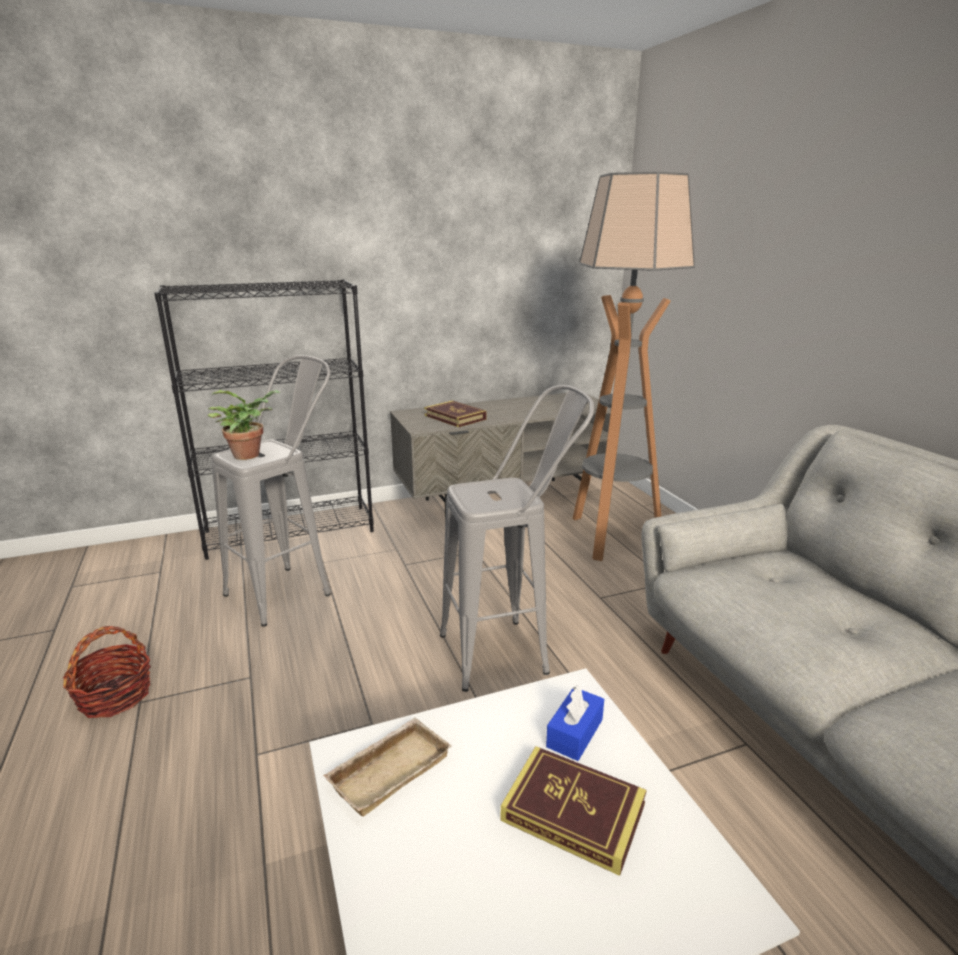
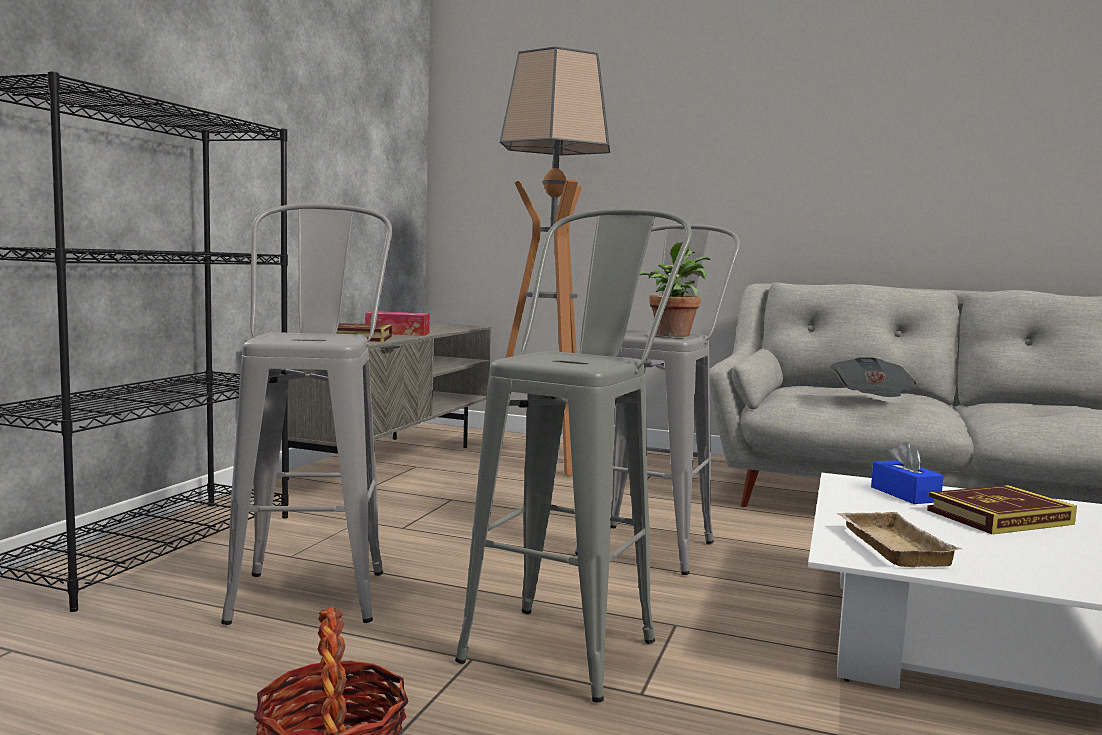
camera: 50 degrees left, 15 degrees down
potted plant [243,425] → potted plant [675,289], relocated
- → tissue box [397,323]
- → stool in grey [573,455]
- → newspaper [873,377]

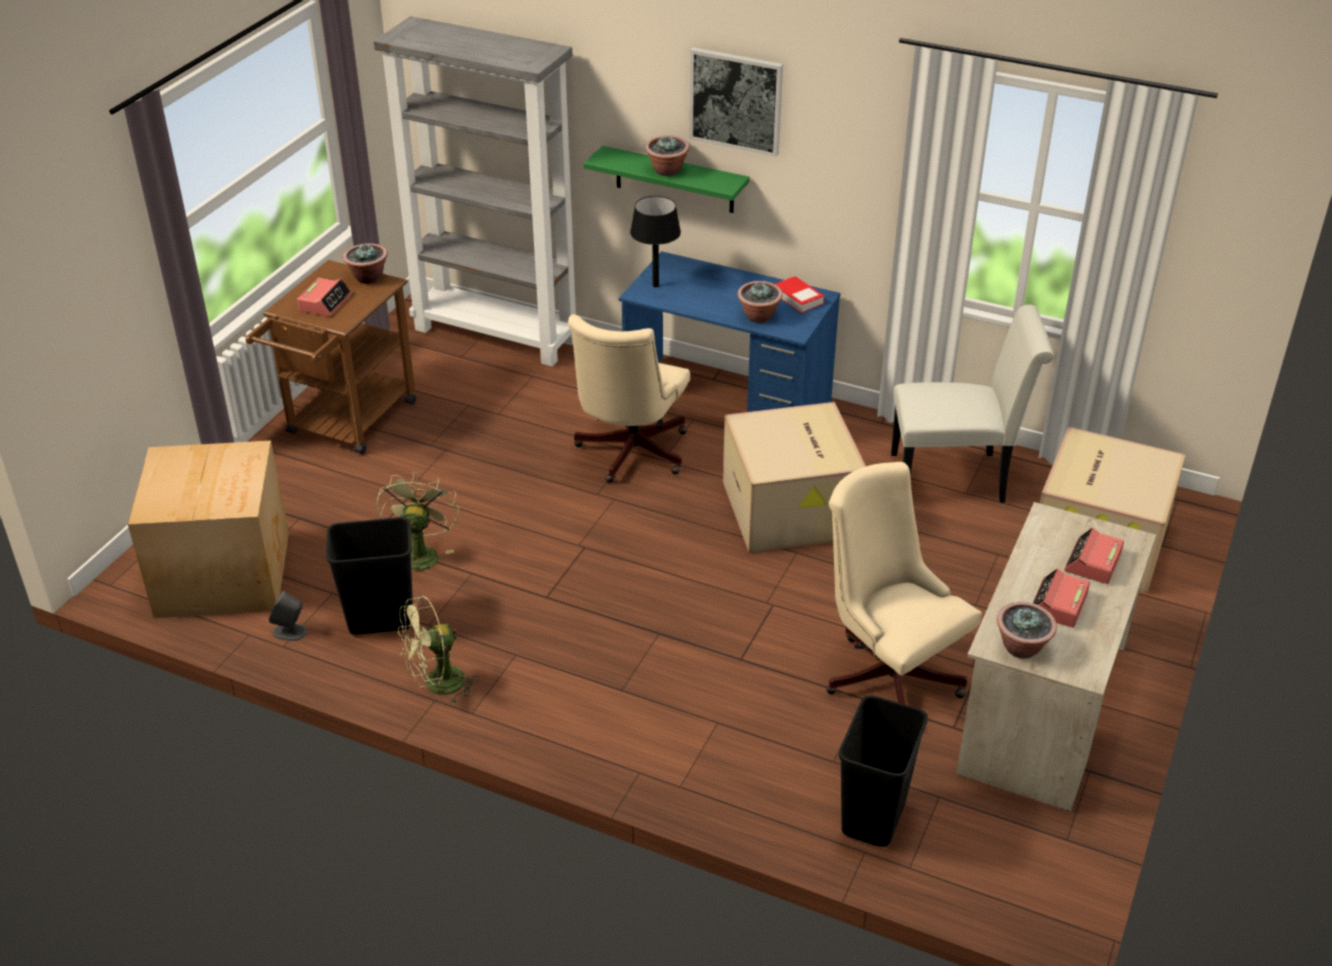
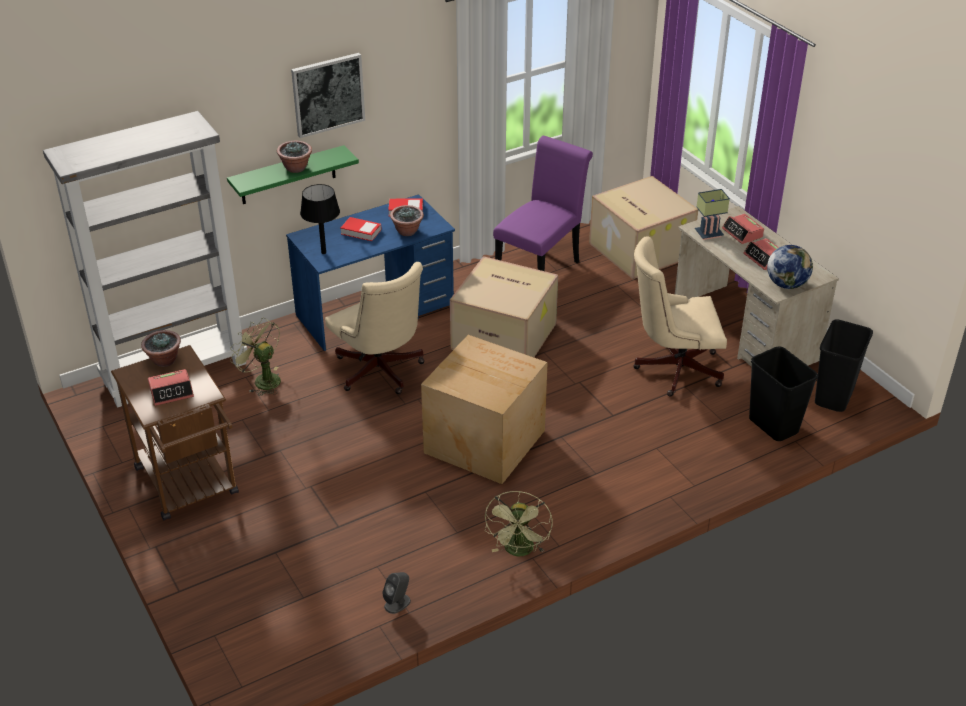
camera: 55 degrees left, 0 degrees up
cardboard box [208,529] → cardboard box [484,409], relocated
alarm clock [324,297] → alarm clock [171,387], 105 degrees clockwise
trash can in black [369,576] → trash can in black [844,366], relocated
fan in green [417,520] → fan in green [255,357], relocated
chair in white [972,404] → chair in purple [543,203]
potted plant [1027,630] → globe [790,267]
- → book [361,229]
- → table lamp [712,214]

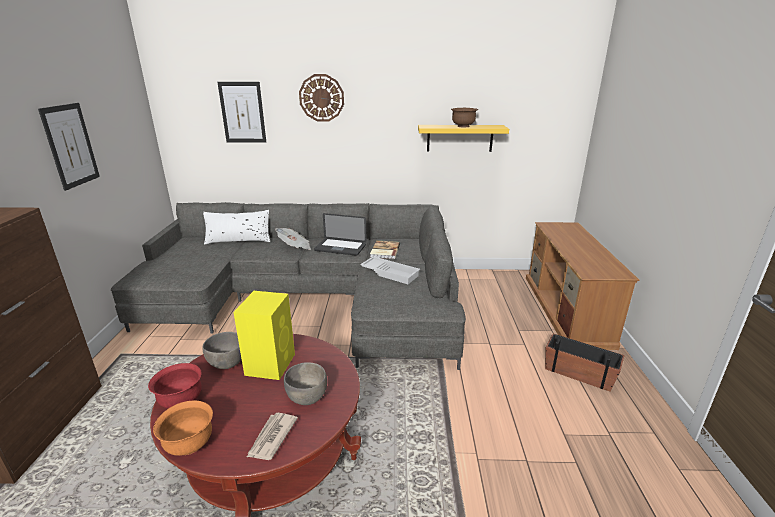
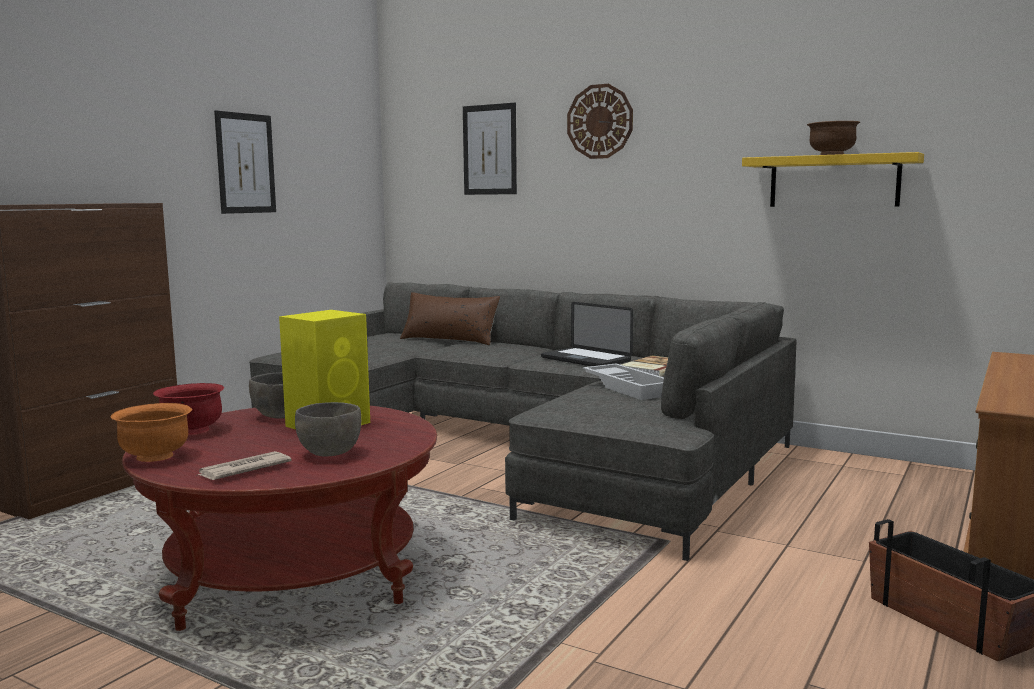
camera: 30 degrees right, 15 degrees down
pillow in white [236,227] → pillow in brown [450,318]
newspaper [293,239] → -

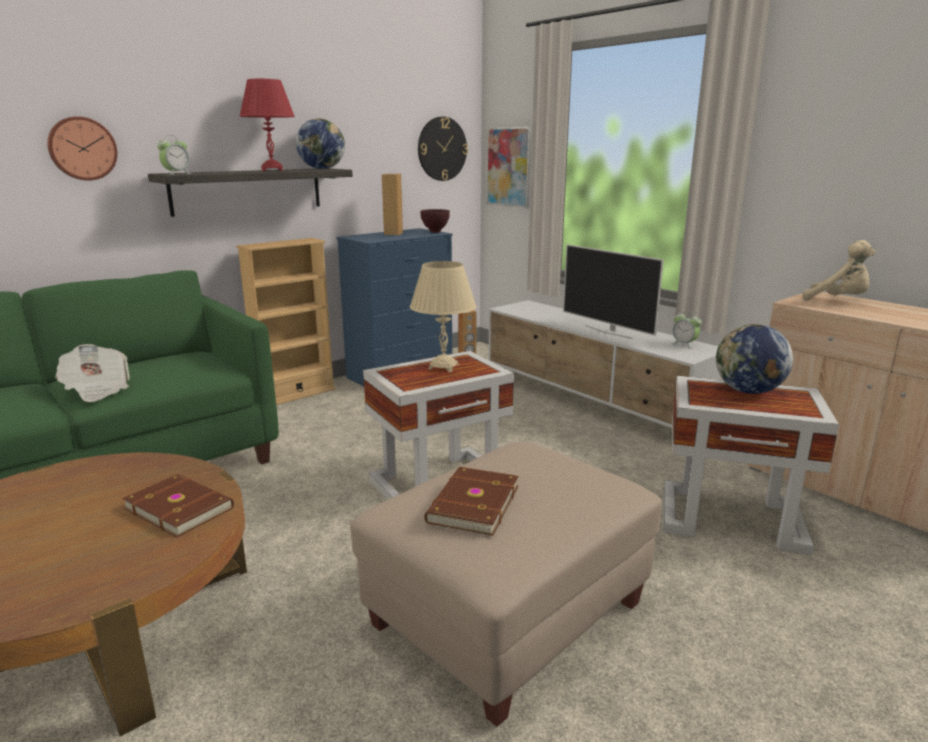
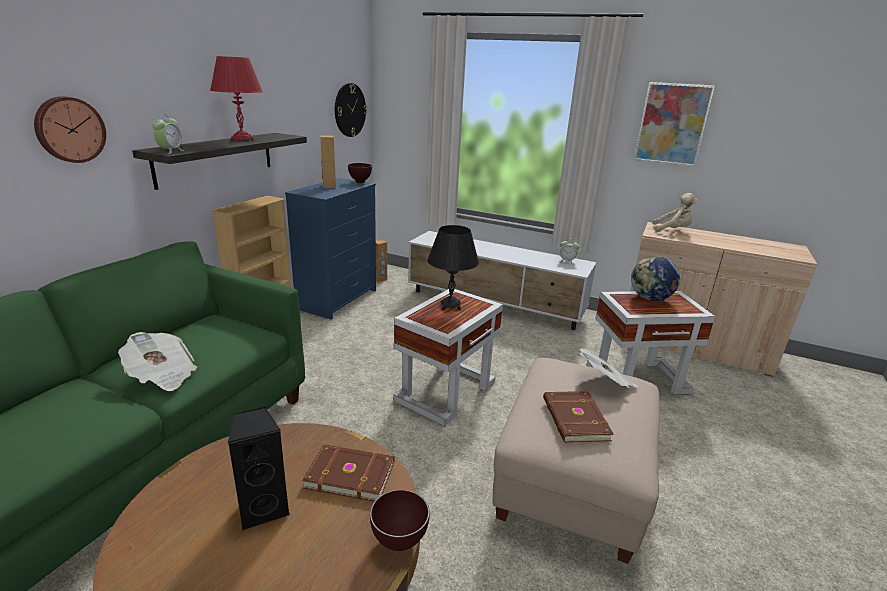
camera: 25 degrees left, 5 degrees up
globe [320,144] → -
table lamp in beige [443,316] → table lamp in black [453,267]
picture [509,167] → picture [674,124], relocated
television [613,291] → -
- → speaker in black [259,468]
- → bowl in brown [400,520]
- → newspaper [608,368]

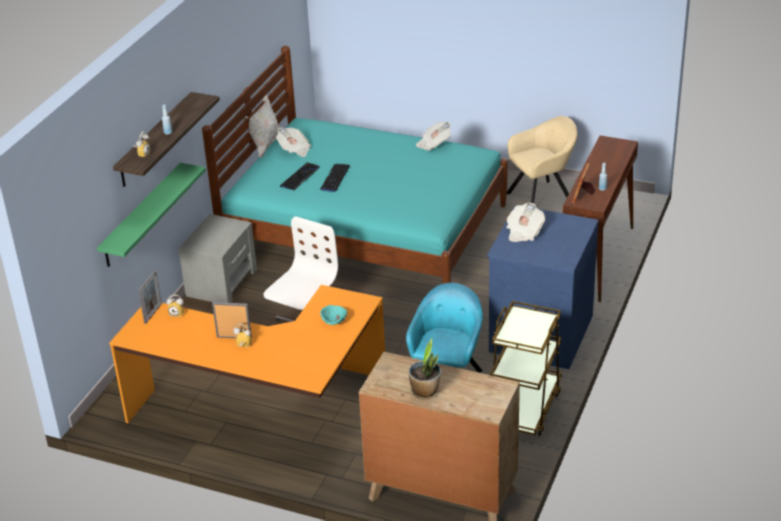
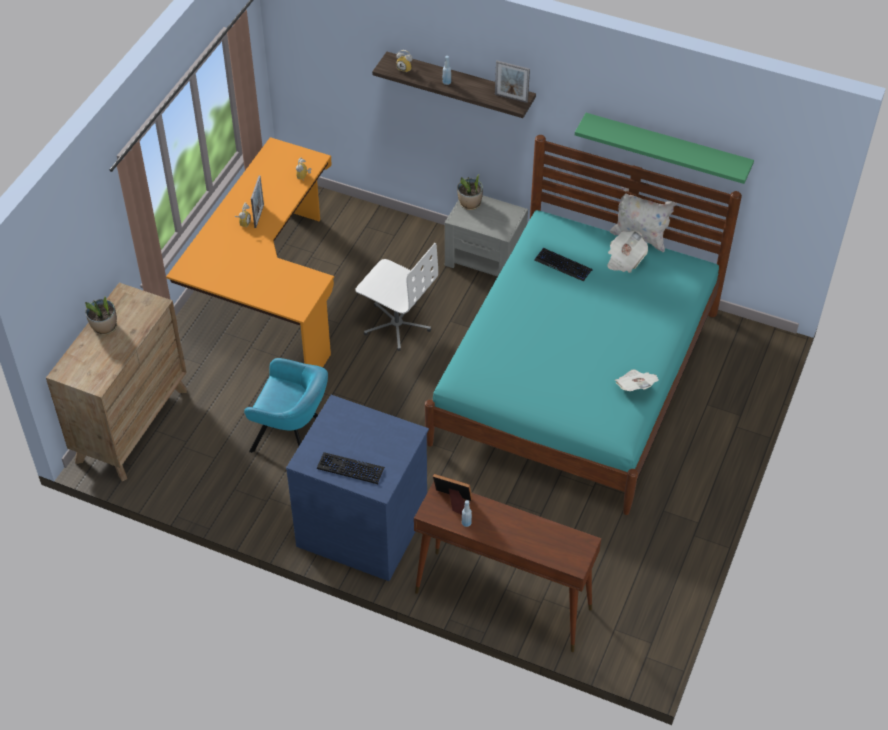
camera: 90 degrees right, 15 degrees up
shelf in green [151,215] → shelf in green [664,148], relocated
picture frame [150,297] → picture frame [512,82], relocated
keyboard [335,178] → keyboard [351,468], relocated
bowl in turquoise [333,315] → -
cart in brown [526,368] → -
newspaper [525,222] → -
armchair in beige [542,159] → -
- → potted plant [470,192]

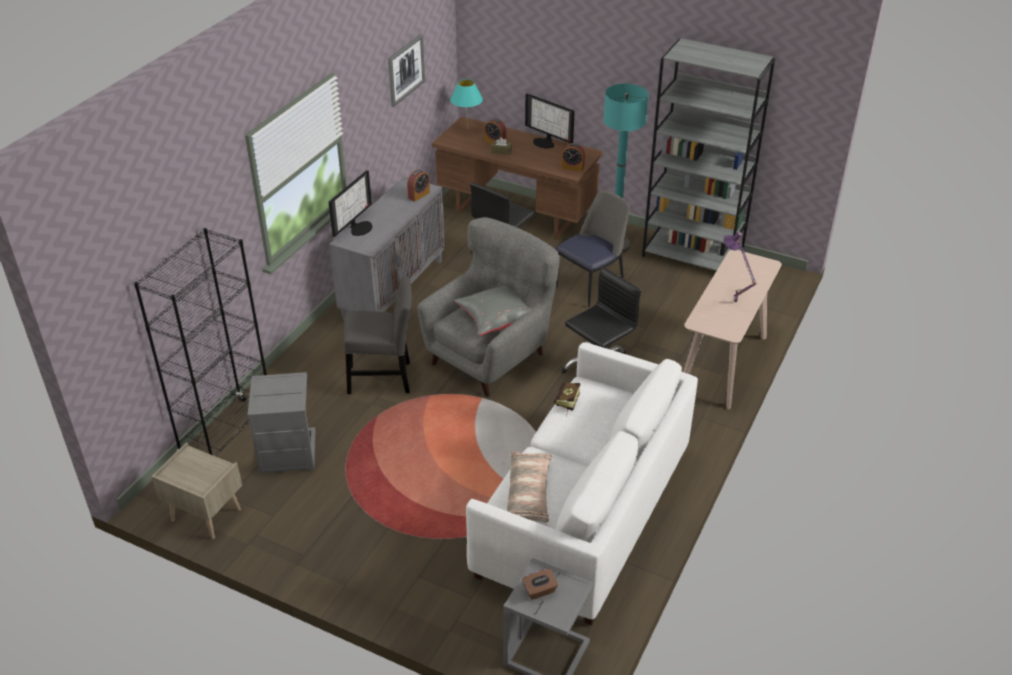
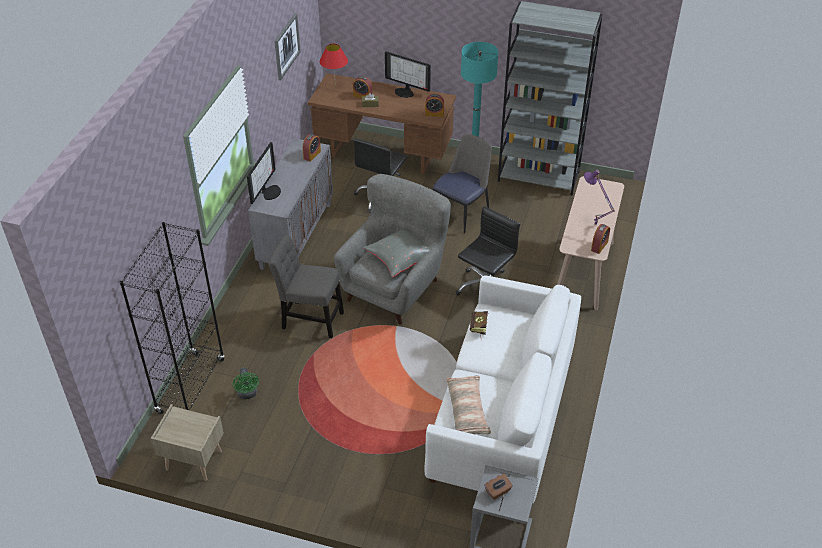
camera: 10 degrees left, 5 degrees up
side table in grey [282,422] → fan in green [246,383]
chair in grey [378,335] → chair in grey [306,286], 150 degrees counterclockwise
table lamp in turquoise [466,104] → table lamp in red [334,65]
- → alarm clock [600,239]

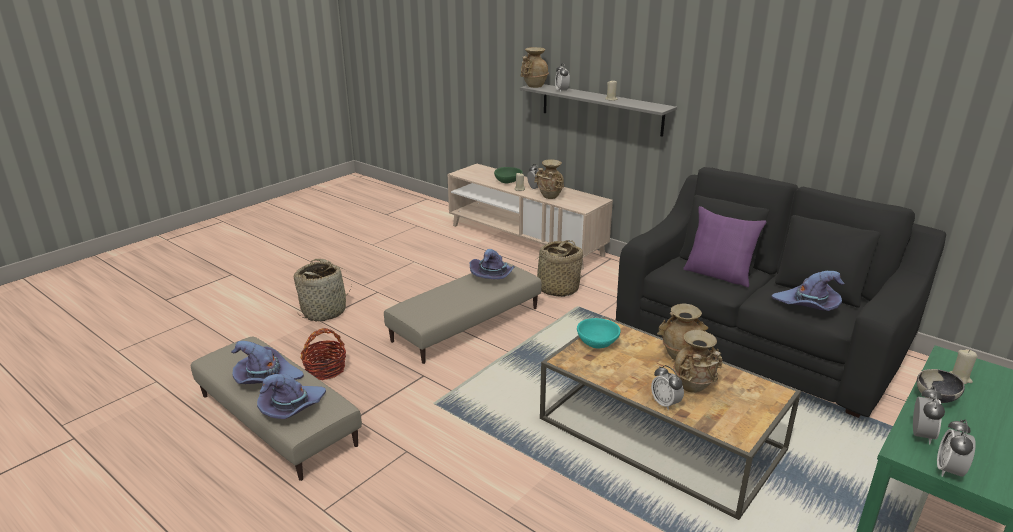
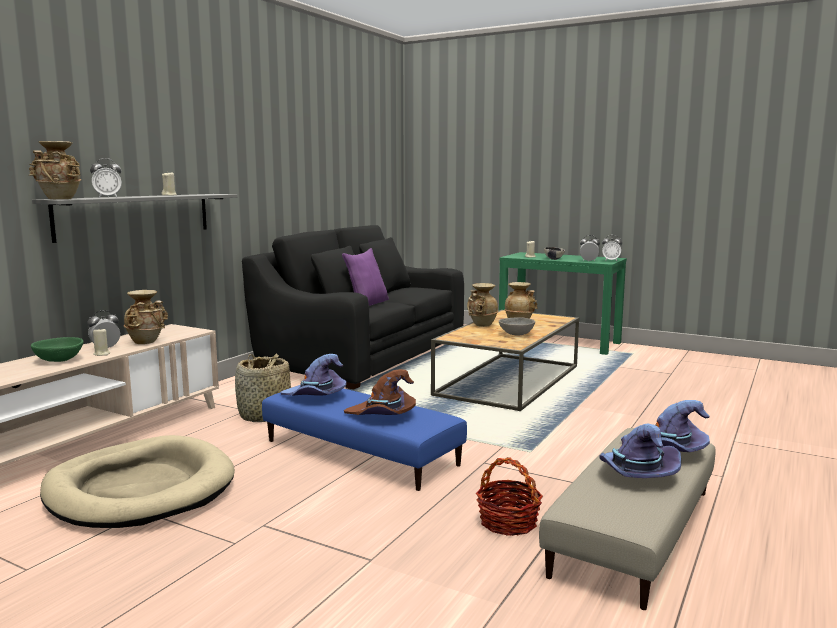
camera: 100 degrees left, 15 degrees down
basket [323,290] → -
ottoman in beige [463,313] → ottoman in blue [364,439]
bowl in turquoise [599,333] → -
alarm clock [667,387] → -
hat in purple [808,291] → -
- → dog bed in beige [137,481]
- → hat in brown [380,392]
- → bowl in grey [517,326]

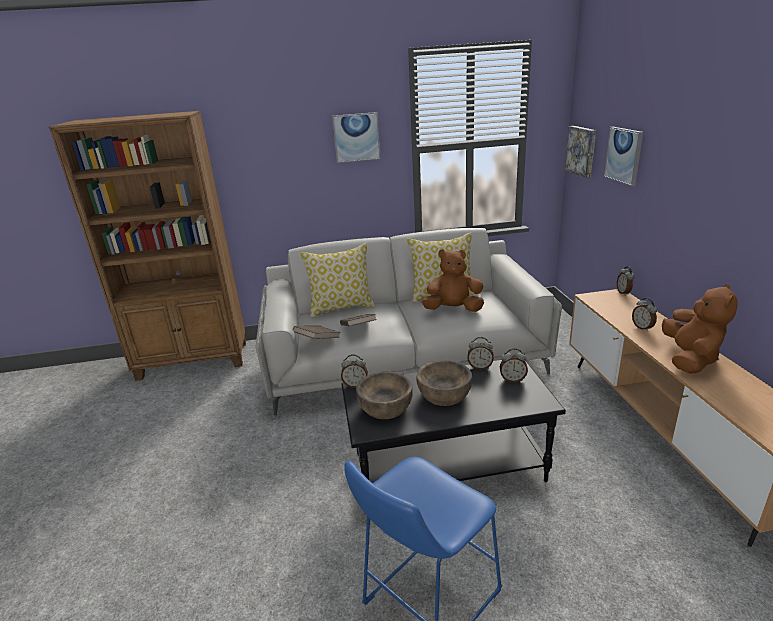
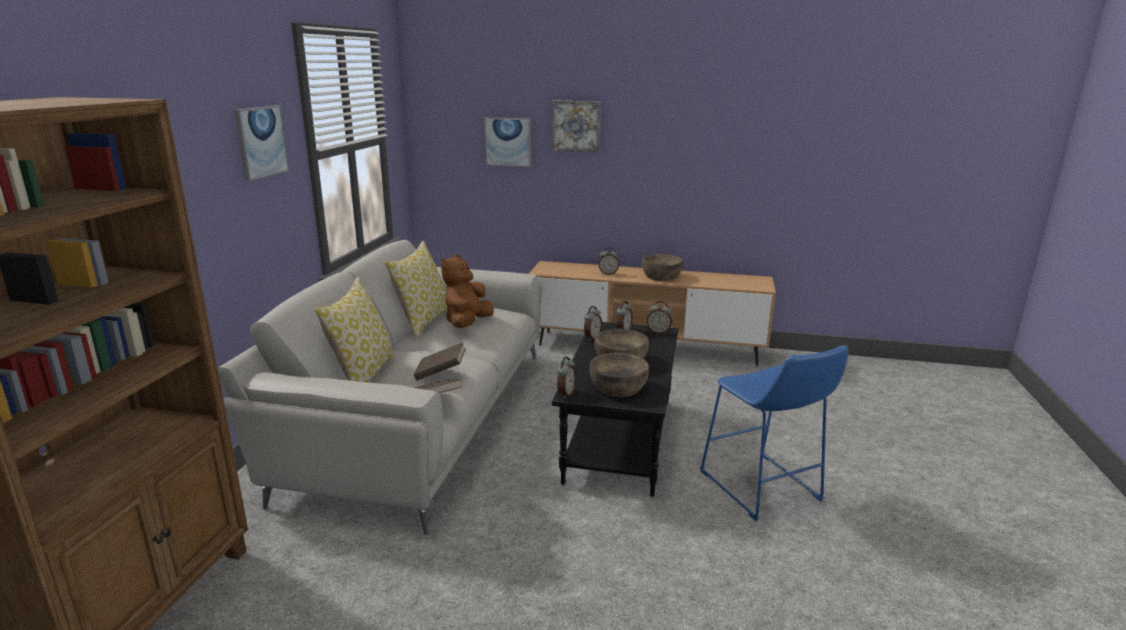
camera: 70 degrees left, 5 degrees down
picture [580,152] → picture [576,126], relocated
alarm clock [626,281] → alarm clock [659,317], relocated
plush toy in brown [700,328] → bowl in brown [662,267]

